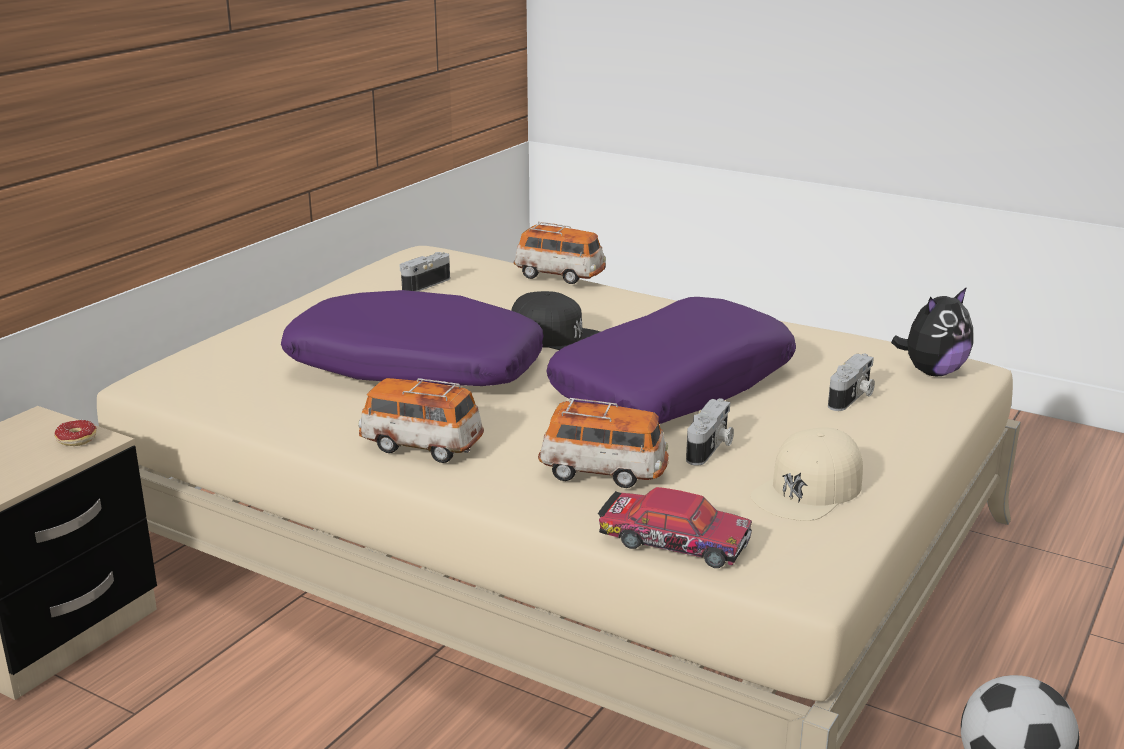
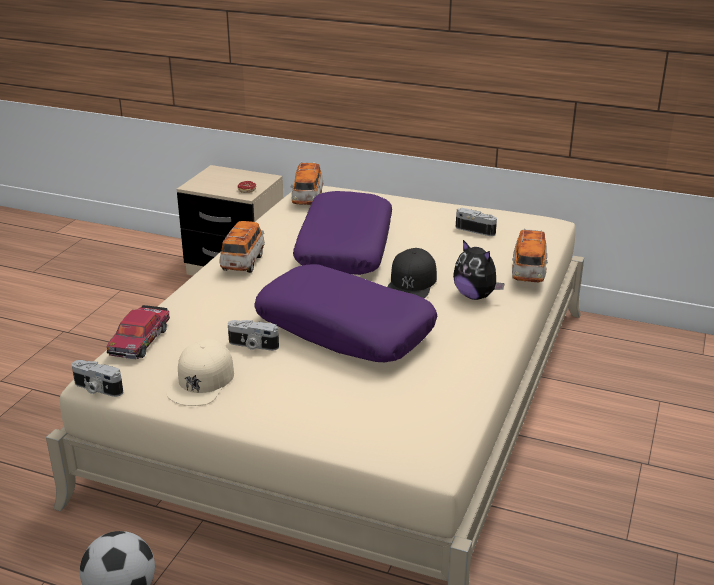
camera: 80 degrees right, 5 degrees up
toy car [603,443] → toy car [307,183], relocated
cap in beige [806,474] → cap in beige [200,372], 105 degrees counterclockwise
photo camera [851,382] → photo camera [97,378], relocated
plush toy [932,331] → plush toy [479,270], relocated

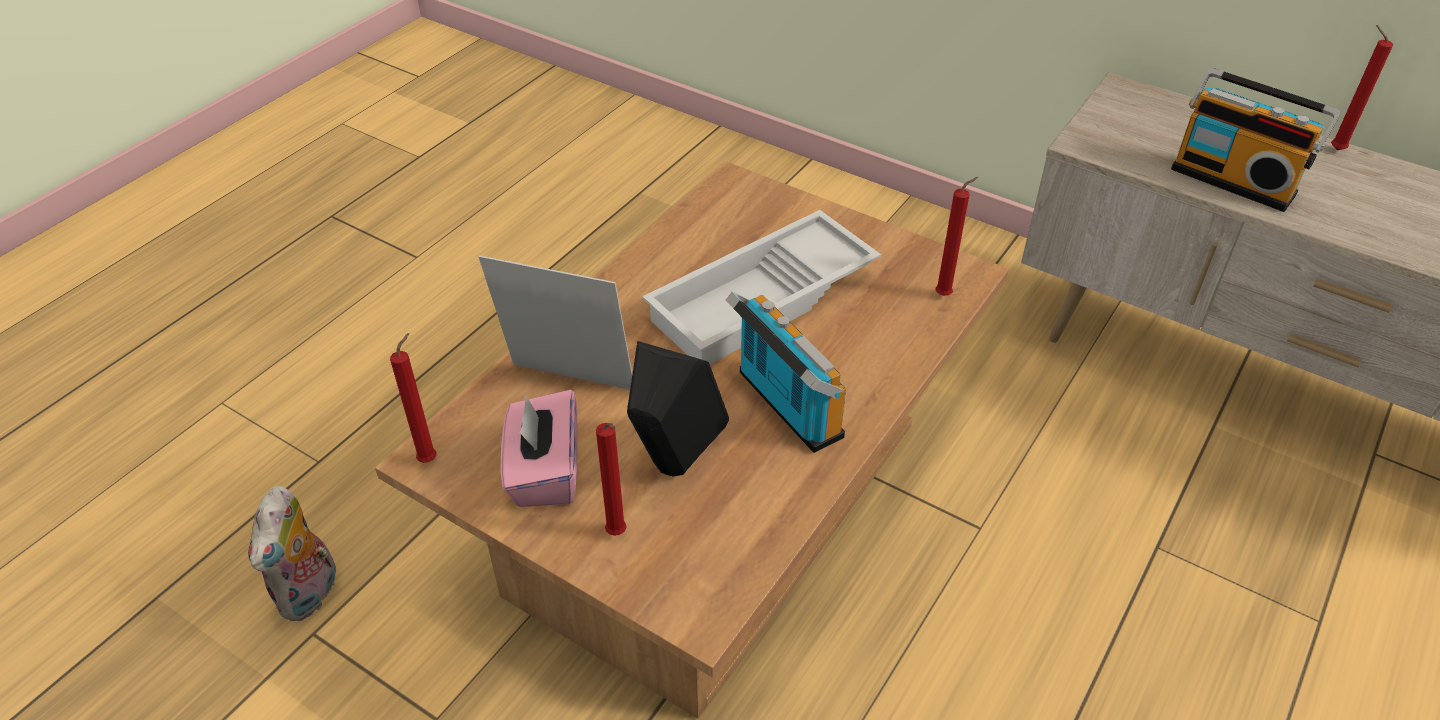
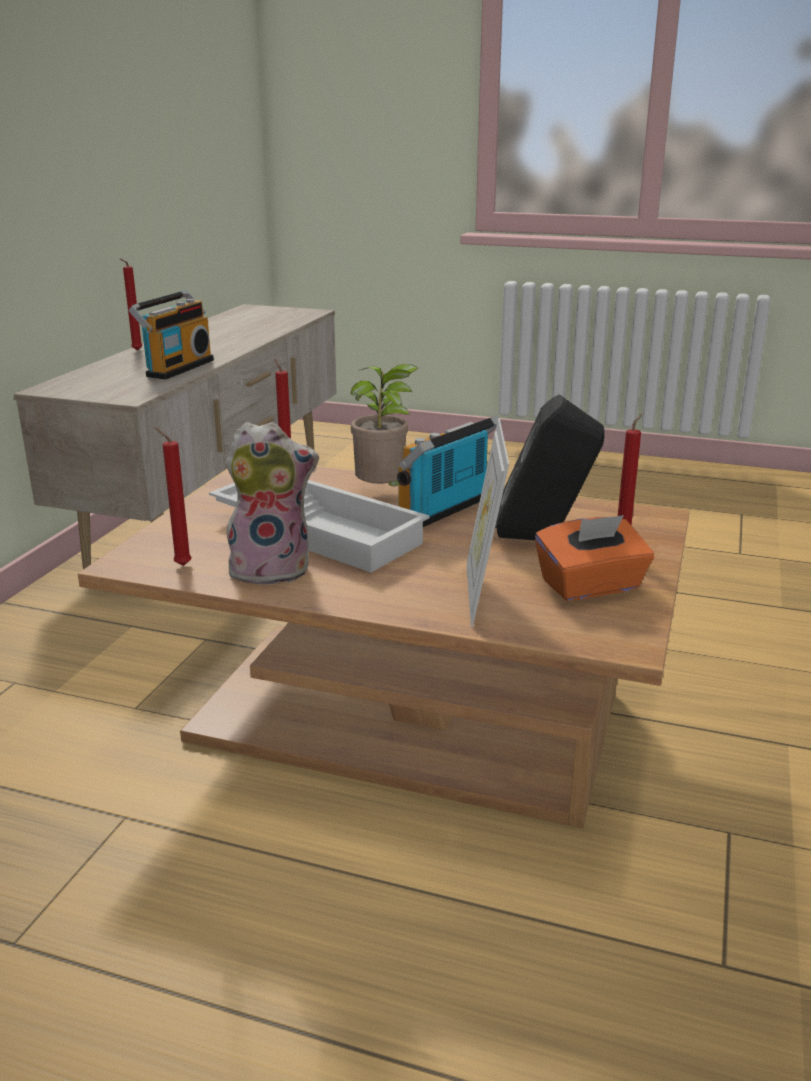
camera: 105 degrees left, 20 degrees down
plush toy [294,553] → plush toy [272,504], relocated
candle in red [413,398] → candle in red [173,496], relocated
tissue box in pink [539,448] → tissue box in orange [594,558]
- → potted plant [384,425]

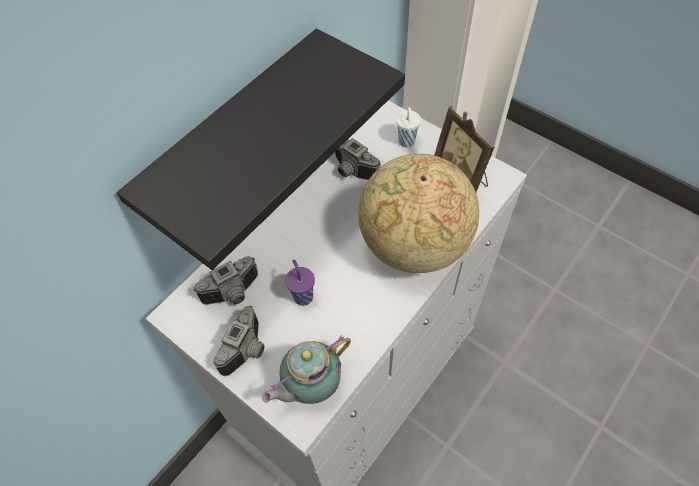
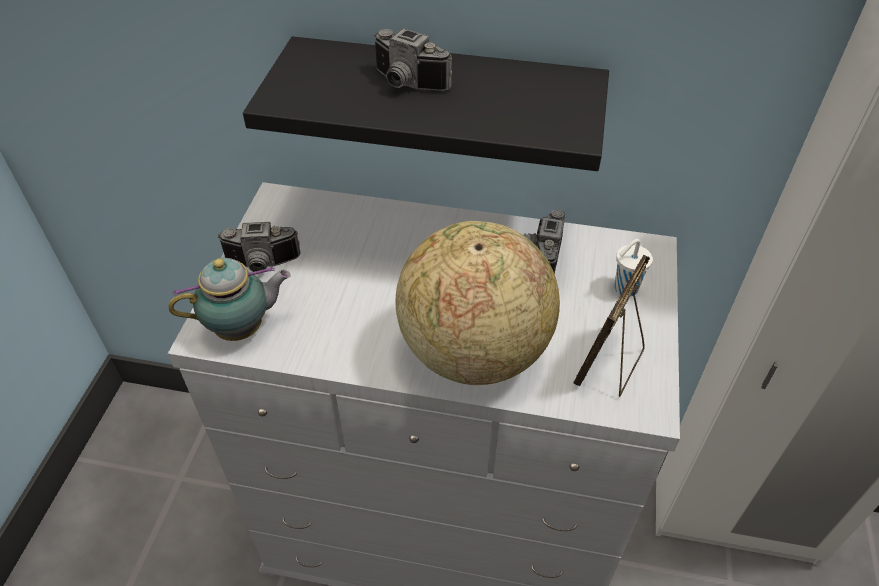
camera: 60 degrees right, 10 degrees down
photo camera [225,280] → photo camera [413,59], relocated
teapot [306,369] → teapot [230,299], 135 degrees clockwise
cup in purple [300,283] → -

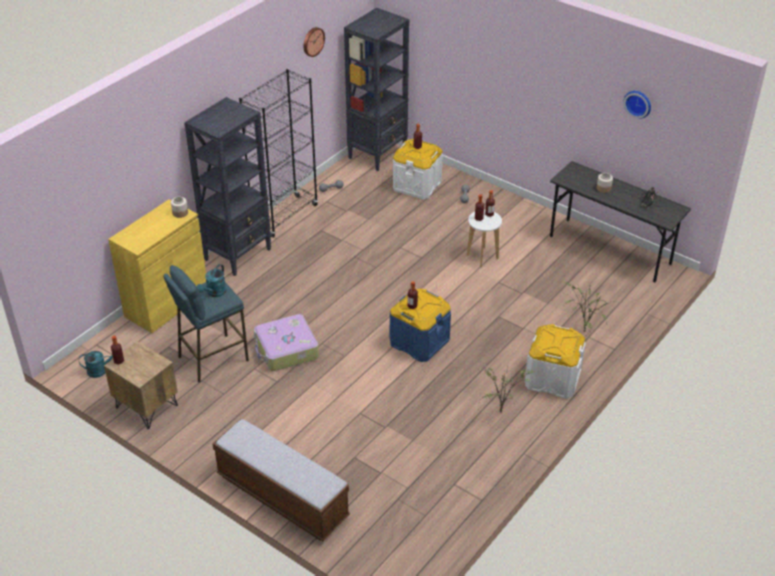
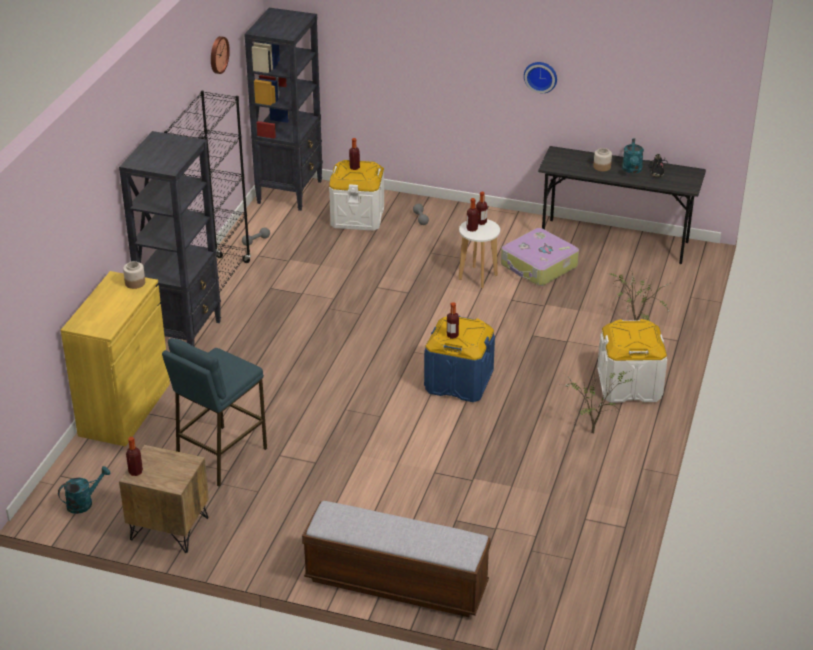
camera: 20 degrees left, 5 degrees down
watering can in turquoise [212,280] → watering can in turquoise [633,156], relocated
suitcase [286,342] → suitcase [540,257], relocated
wall clock [637,105] → wall clock [540,77], relocated

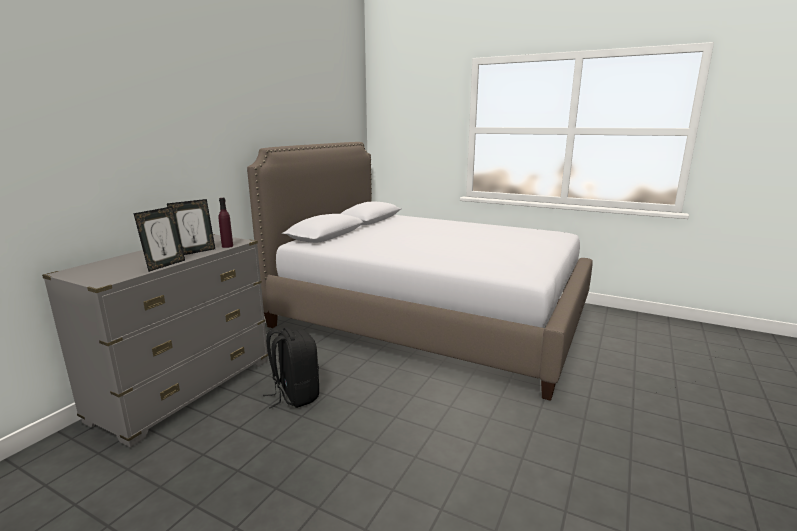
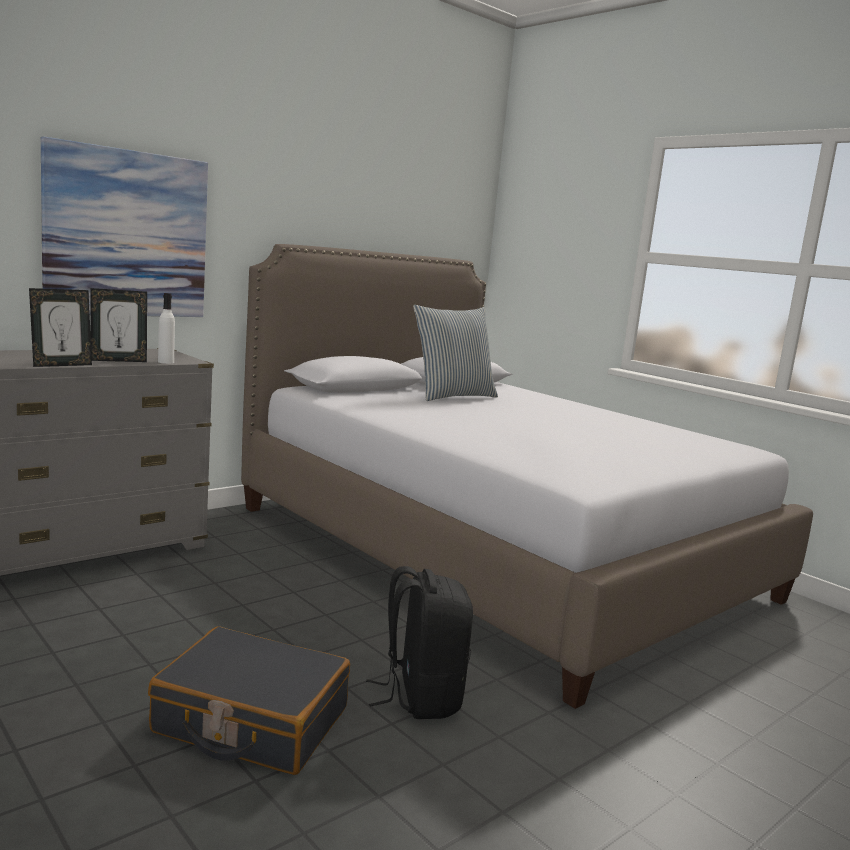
camera: 20 degrees right, 5 degrees down
bottle in purple [226,223] → bottle in white [166,328]
backpack in black [291,368] → backpack in black [419,642], relocated
- → picture [124,226]
- → suitcase in black [249,700]
- → pillow [455,353]

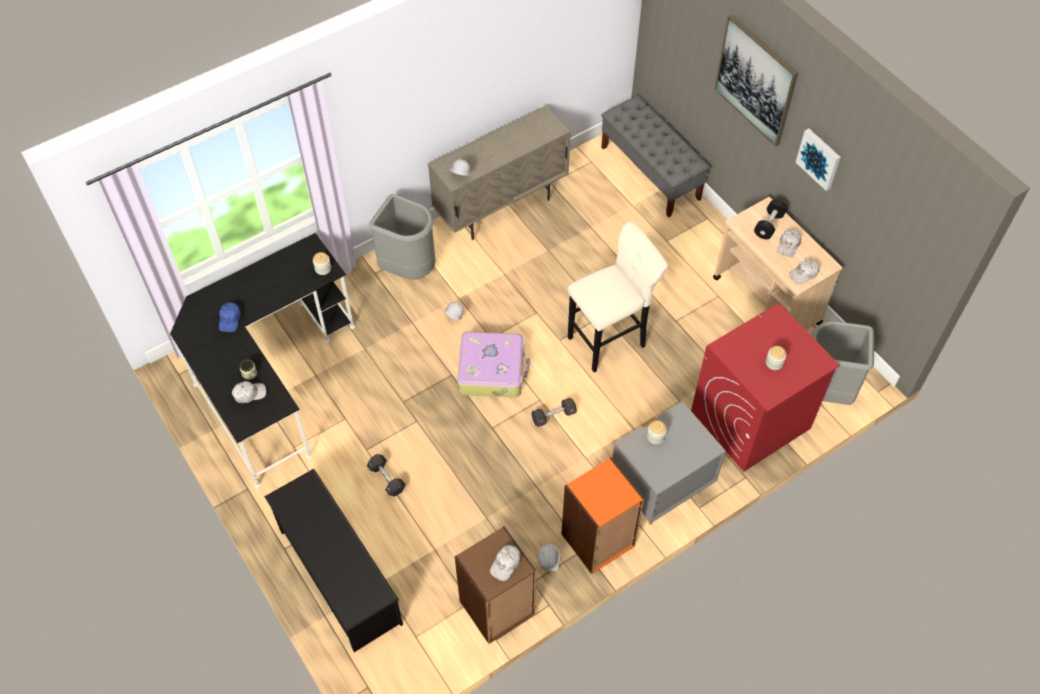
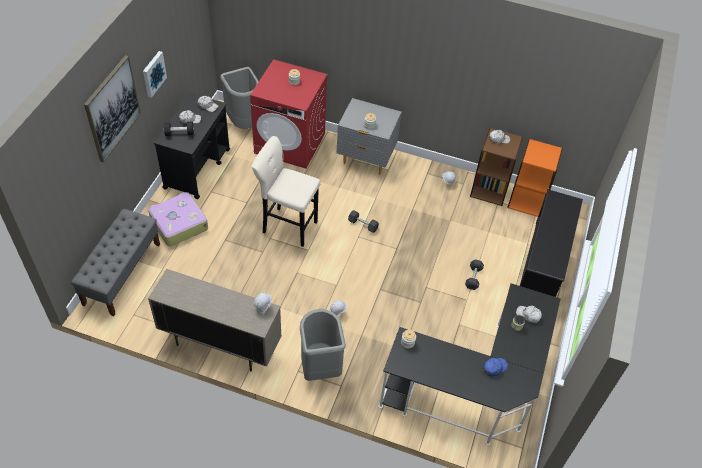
camera: 130 degrees left, 5 degrees down
suitcase [493,365] → suitcase [178,219], relocated
bookcase in orange [602,515] → bookcase in orange [535,178], relocated
cart in beige [777,263] → cart in black [192,146]

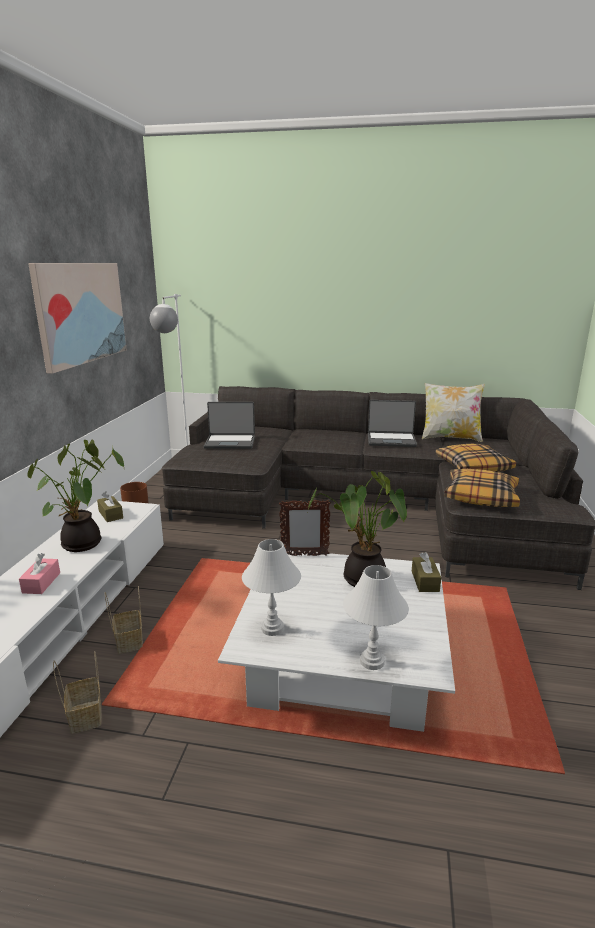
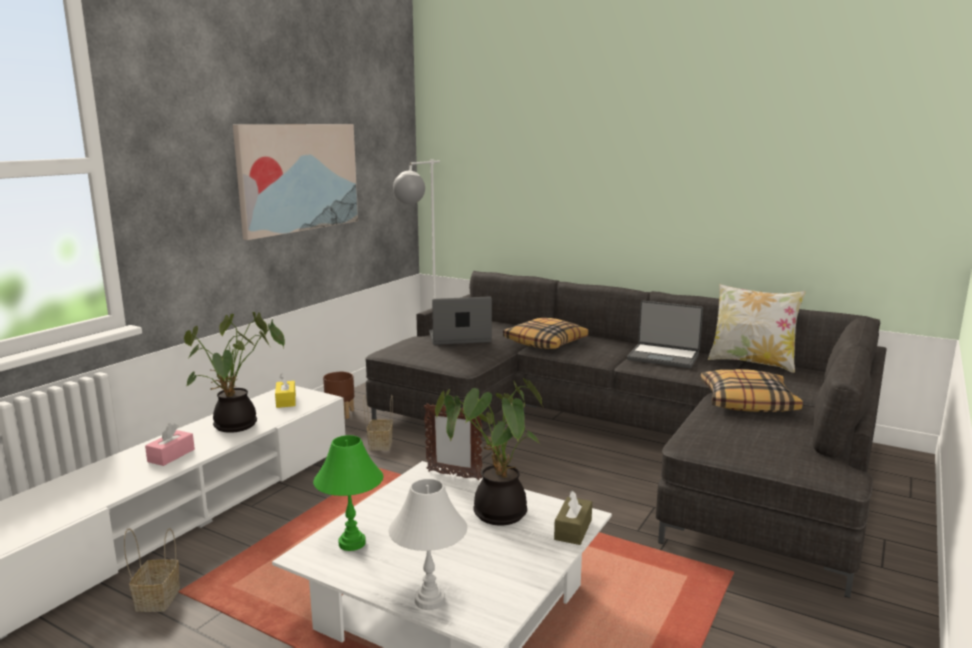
camera: 20 degrees right, 5 degrees down
tissue box in brown [110,506] → tissue box in yellow [285,390]
basket [124,620] → basket [378,423], relocated
laptop [229,425] → laptop [460,320], 150 degrees clockwise
table lamp in white [271,587] → table lamp in green [348,493]
pillow [482,488] → pillow [546,333], relocated

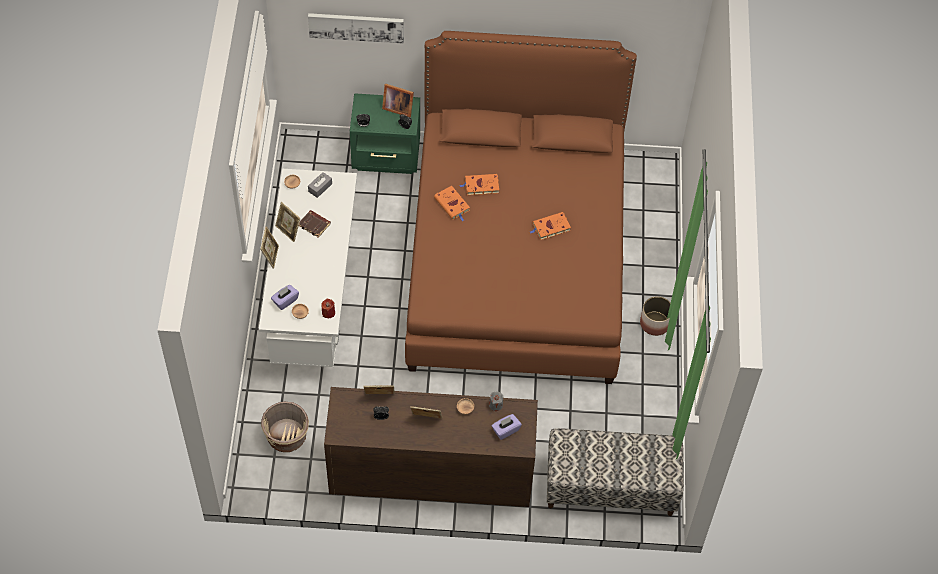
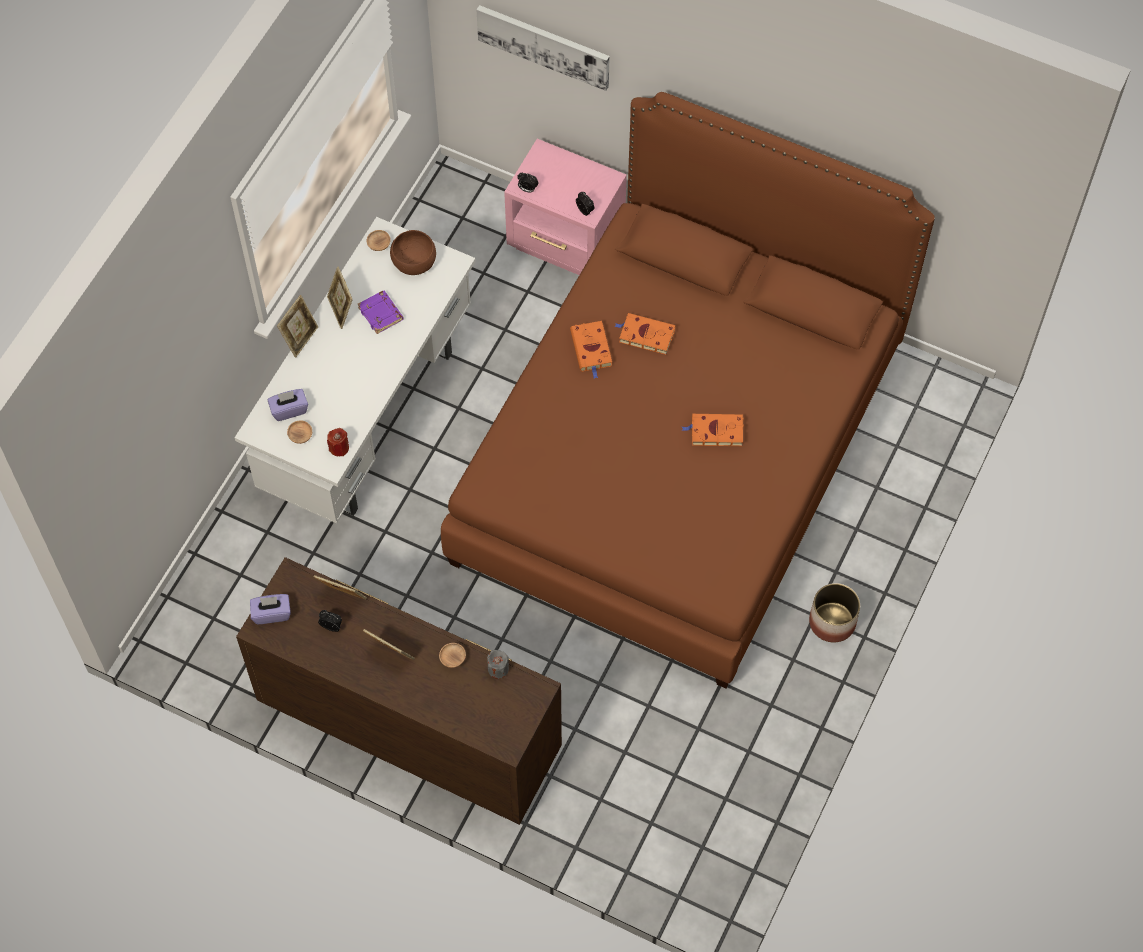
camera: 25 degrees right, 5 degrees up
planter in beige [285,427] → -
book in brown [315,224] → book in purple [381,312]
tissue box in grey [320,185] → bowl in brown [413,252]
nightstand in green [385,133] → nightstand in pink [565,207]
picture frame [398,100] → -
tissue box in purple [507,427] → tissue box in purple [270,609], relocated
bench [615,472] → -

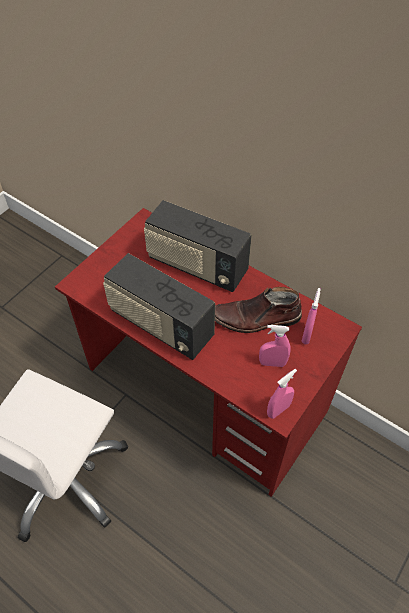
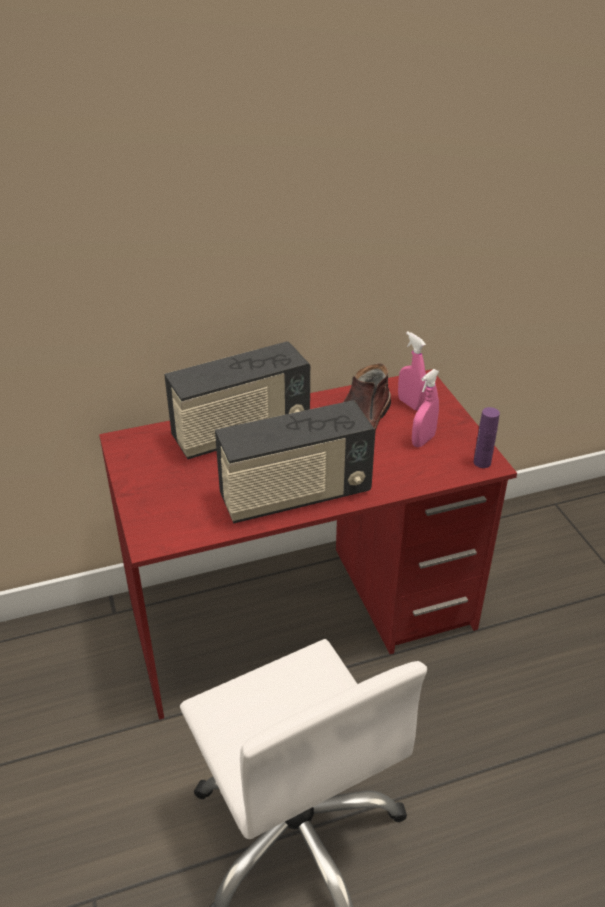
camera: 55 degrees left, 15 degrees down
spray bottle in pink [282,394] → bottle in purple [487,437]

